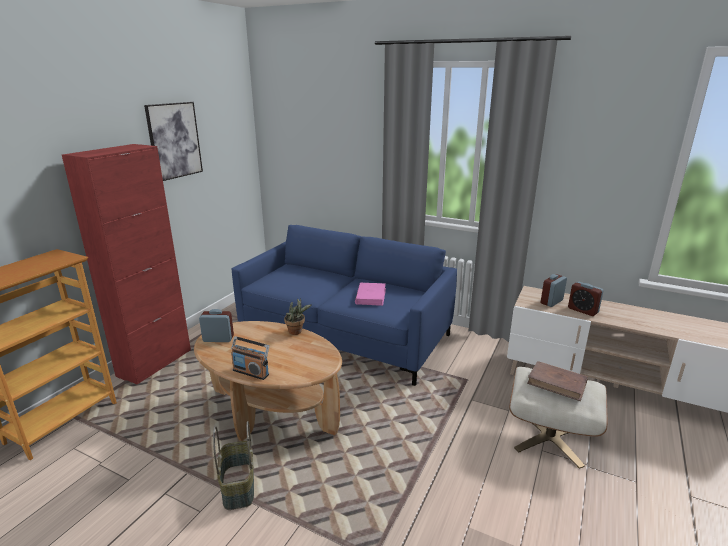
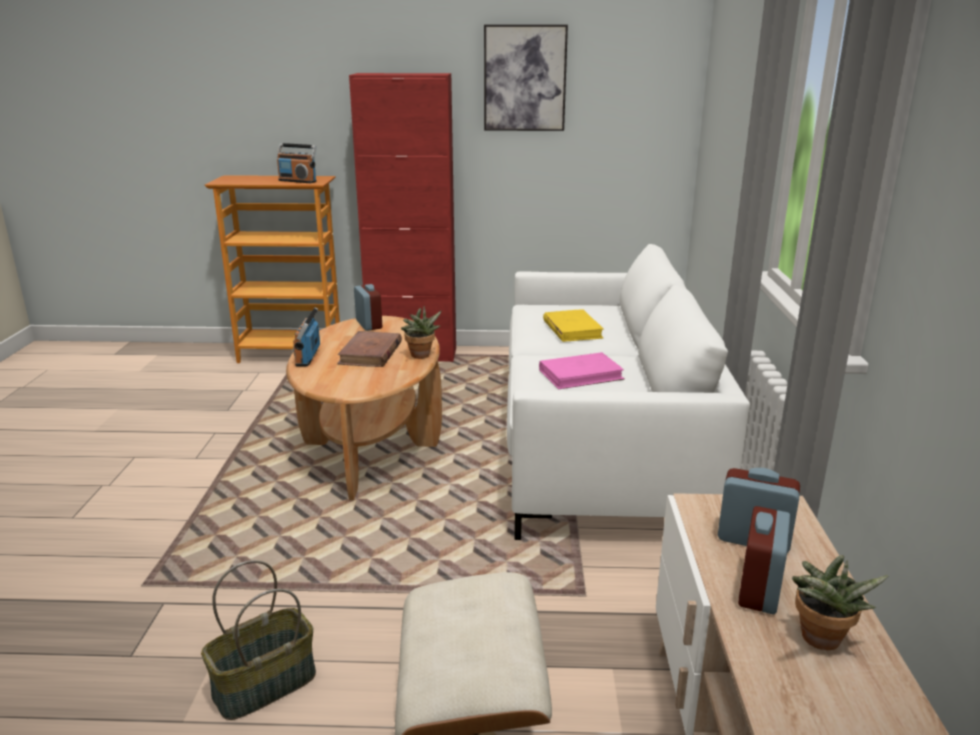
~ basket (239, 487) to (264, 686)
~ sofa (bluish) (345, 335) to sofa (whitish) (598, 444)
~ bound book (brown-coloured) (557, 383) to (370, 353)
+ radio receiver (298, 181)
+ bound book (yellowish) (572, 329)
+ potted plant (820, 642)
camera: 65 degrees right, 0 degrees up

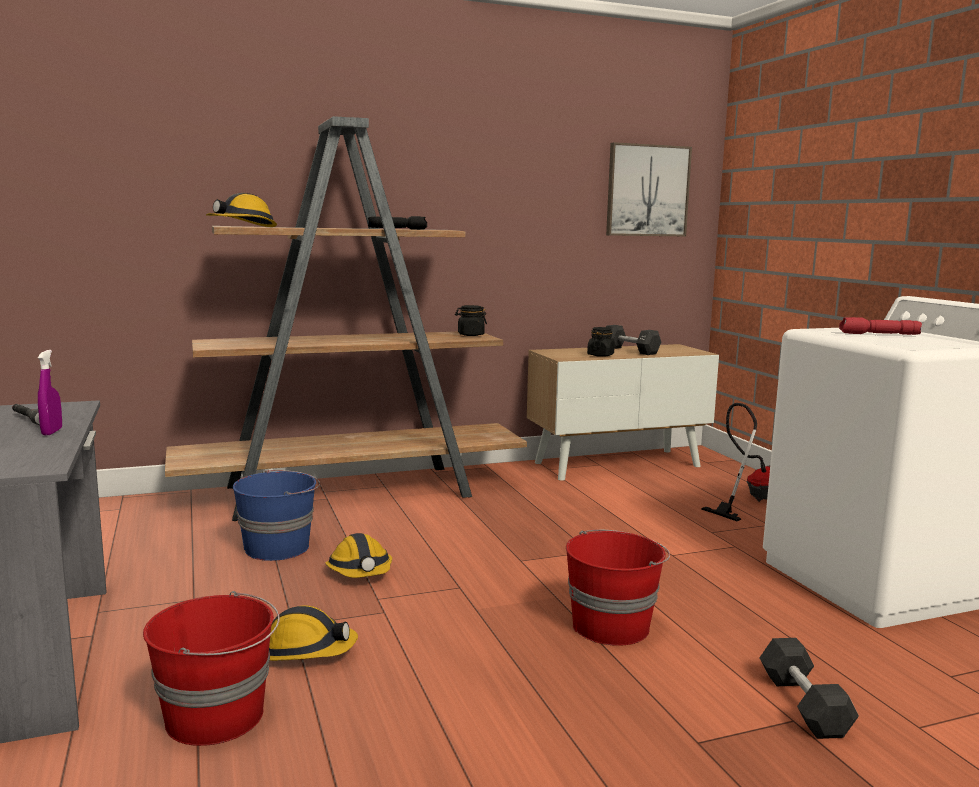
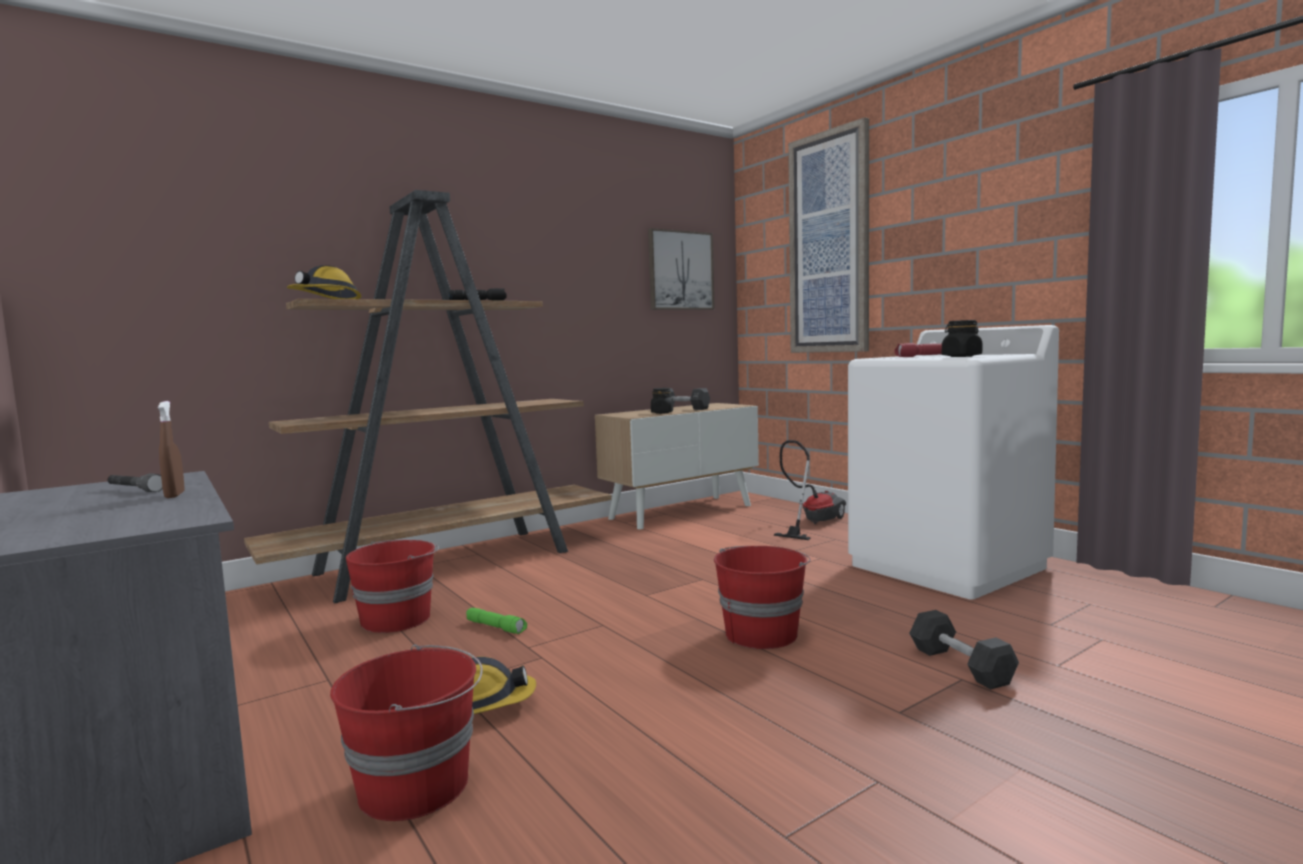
~ hand sprayer (purplish) (52, 432) to hand sprayer (brown-coloured) (174, 495)
~ pail (bluish) (278, 547) to pail (red-coloured) (398, 619)
~ hard hat (360, 572) to torch (green) (496, 627)
~ storage jar (black) (470, 335) to (961, 356)
+ wall art (829, 243)
camera: 15 degrees left, 5 degrees down

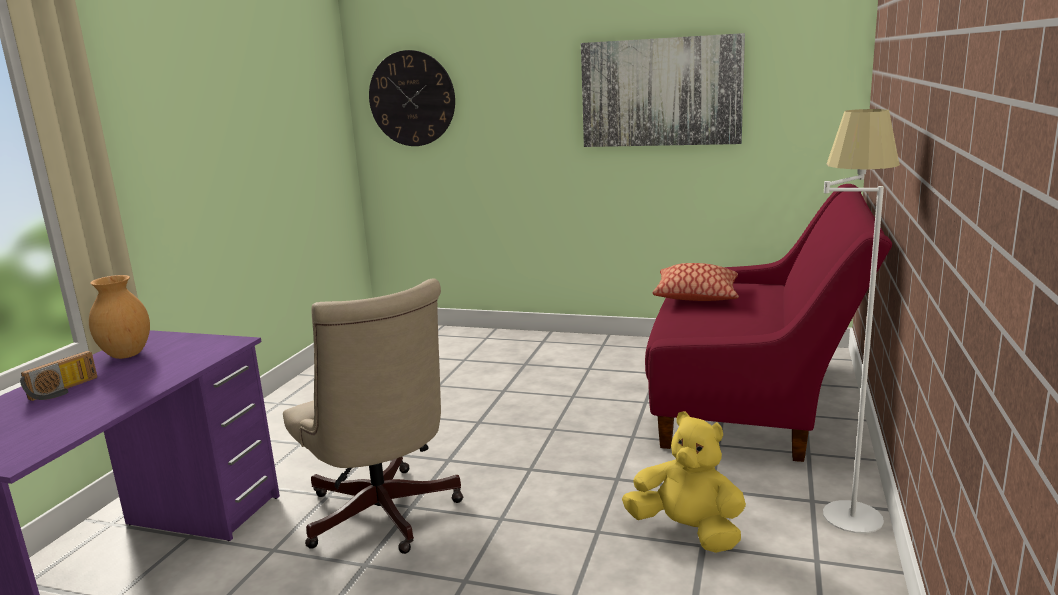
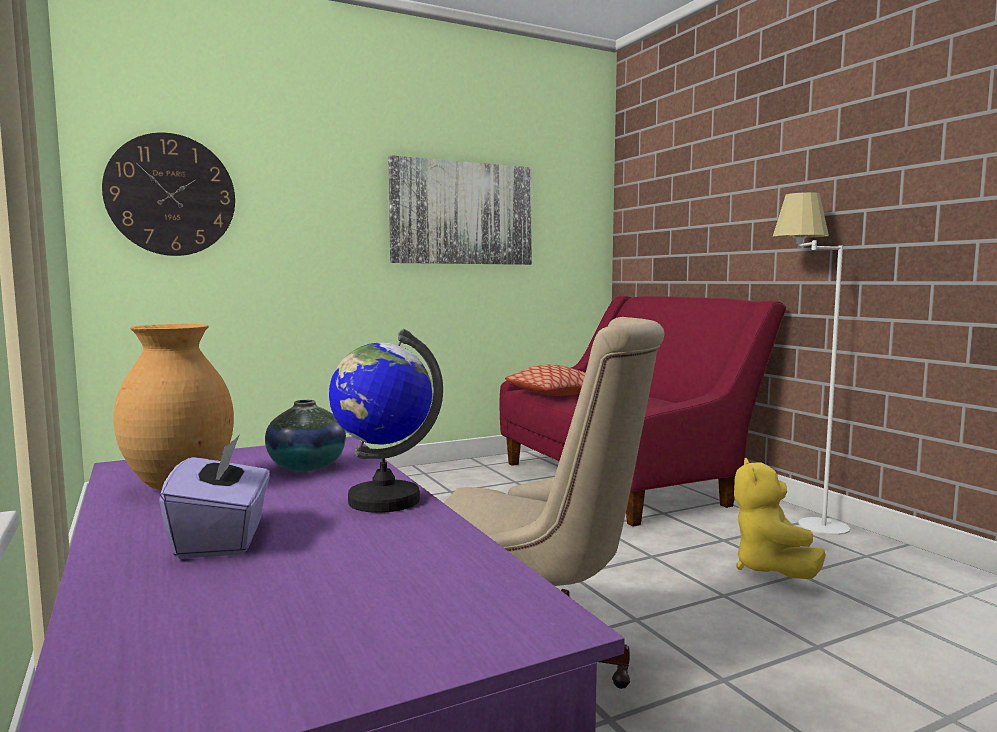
~ radio receiver (64, 390) to tissue holder (purplish) (223, 538)
~ soft toy (yellowish) (687, 531) = (771, 569) 75 degrees counterclockwise
+ vase (307, 467)
+ world globe (383, 500)
camera: 45 degrees left, 10 degrees down

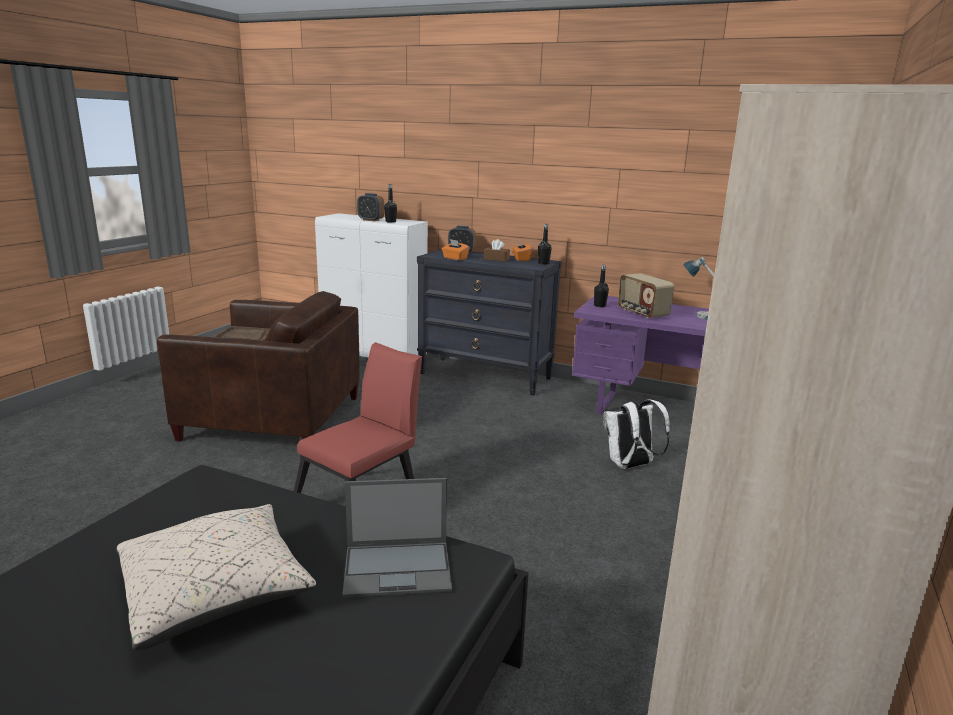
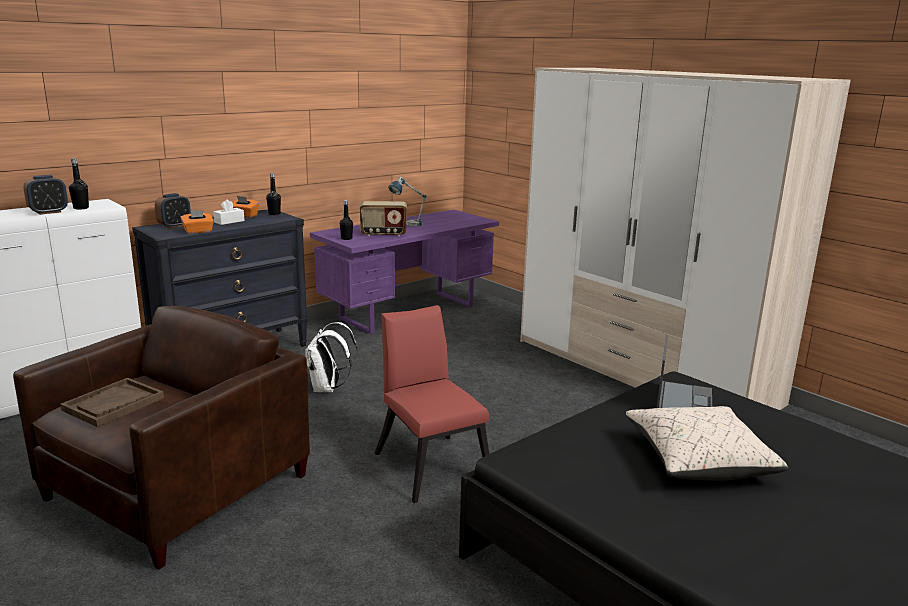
~ tissue holder (brown-coloured) (496, 259) to tissue holder (whitish) (229, 221)
~ backpack (whitish) (630, 466) to (328, 388)
camera: 65 degrees left, 0 degrees up

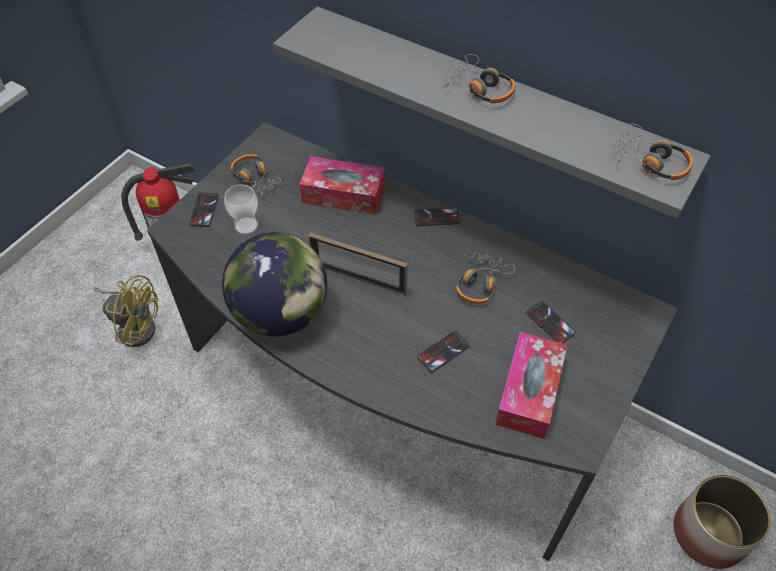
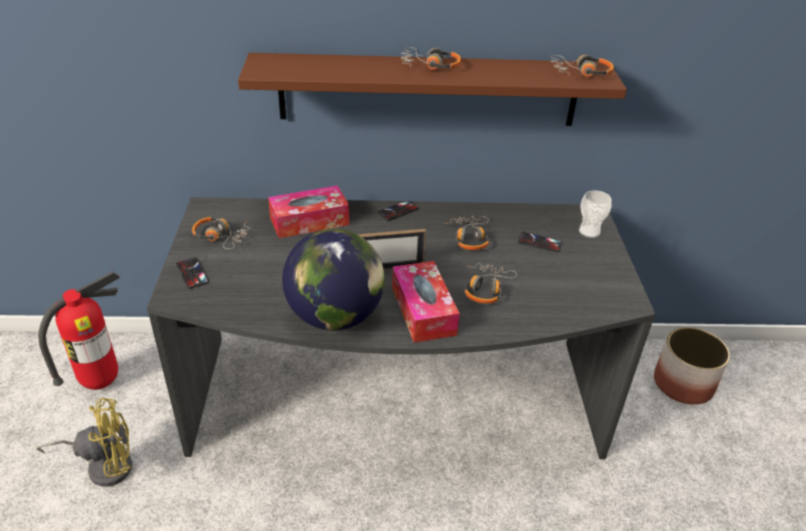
~ cup (246, 226) to (589, 231)
~ wall shelf (grey) (491, 107) to wall shelf (brown-coloured) (428, 90)
~ phone (443, 351) to pair of headphones (486, 288)
~ tissue holder (529, 392) to (423, 311)
camera: 35 degrees left, 15 degrees down

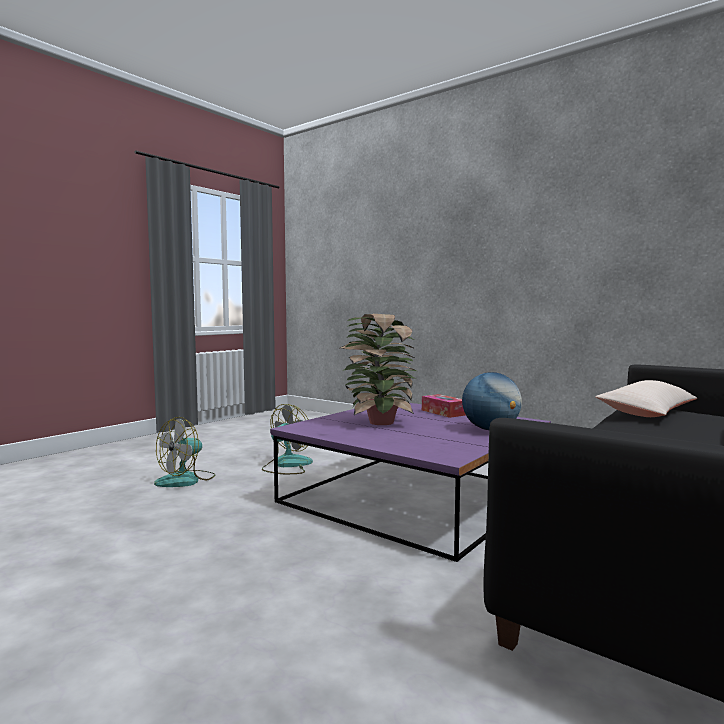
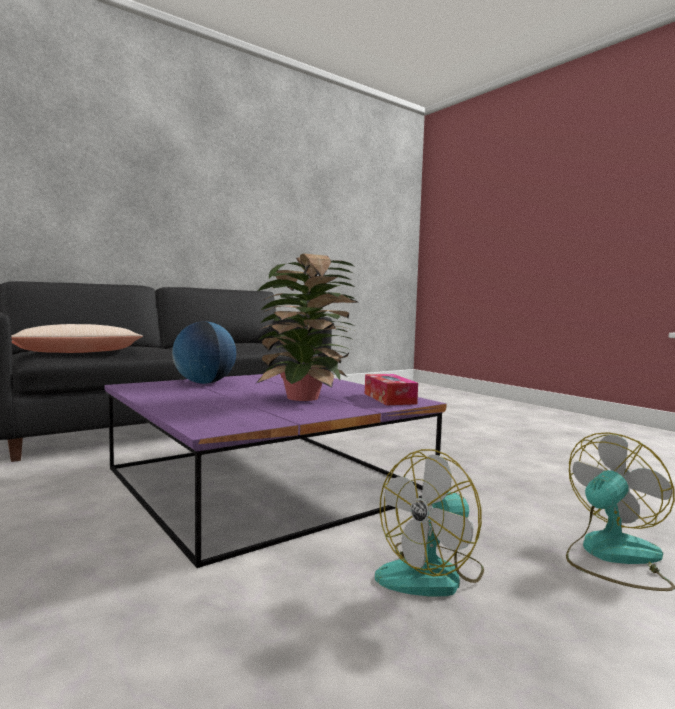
~ tissue holder (443, 412) to (389, 398)
camera: 165 degrees left, 0 degrees up

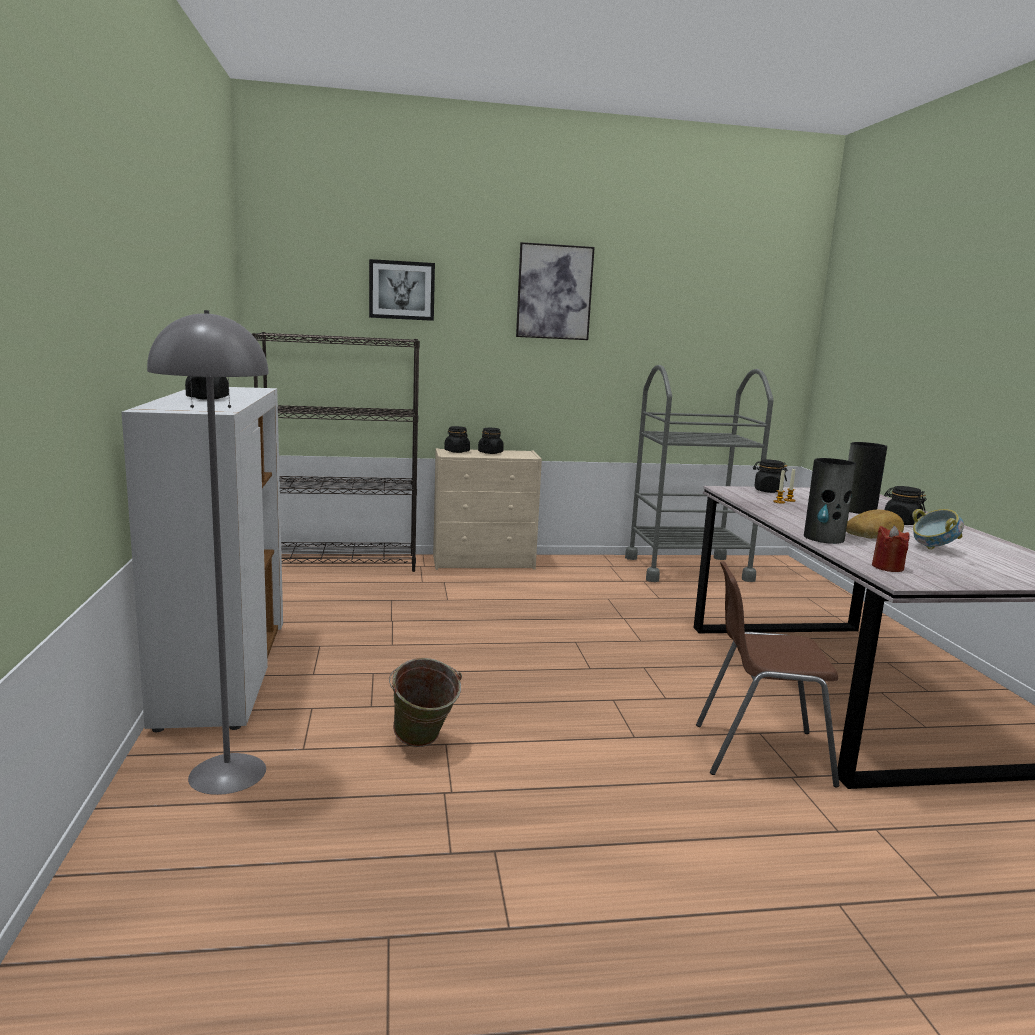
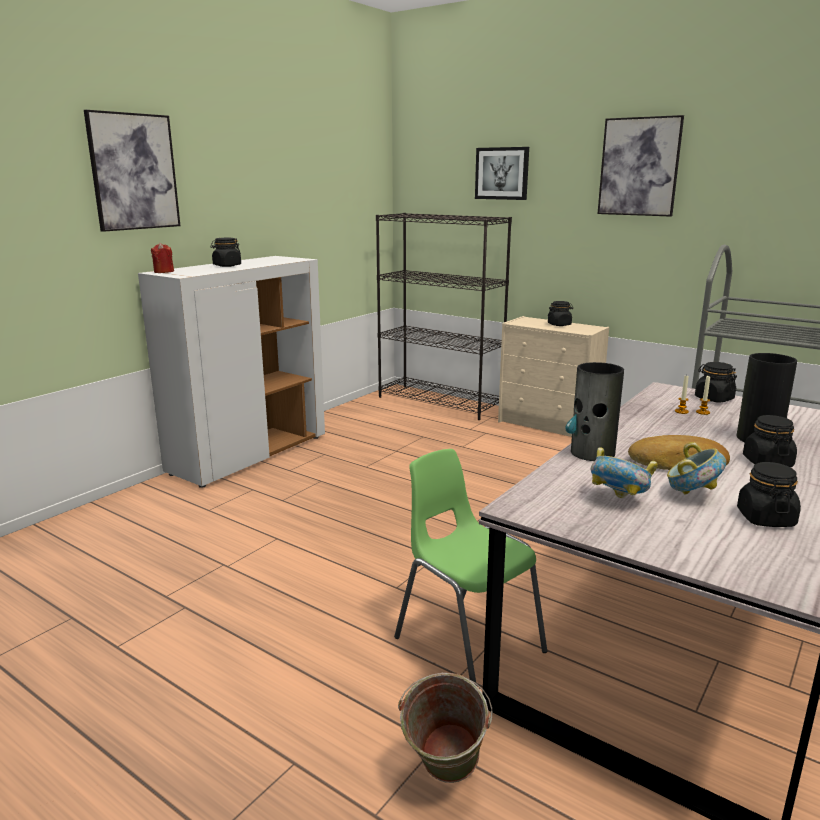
- standing lamp (grey) (228, 772)
~ pail (green) (422, 745) to (444, 778)
~ storage jar (black) (456, 451) to (765, 518)
~ chair (brown-coloured) (760, 753) to chair (green) (467, 644)
~ wax candle (red-coloured) (887, 567) to (164, 271)
+ wall art (133, 172)
+ bowl (618, 500)
camera: 45 degrees right, 5 degrees up

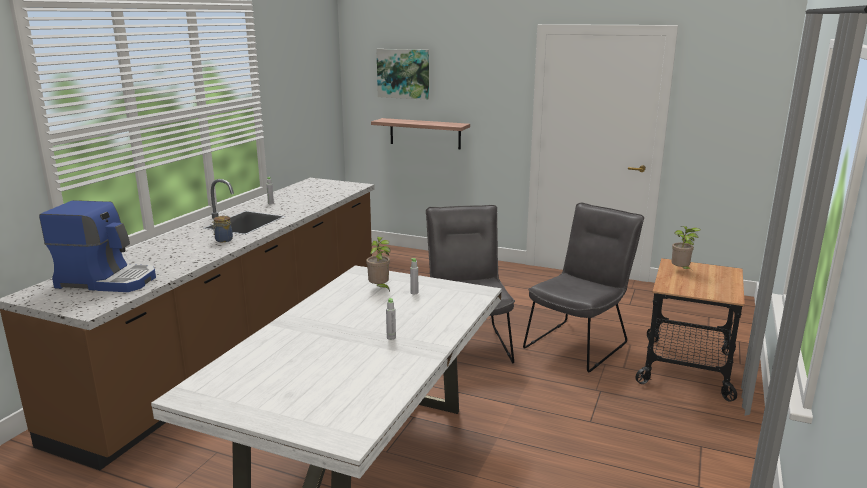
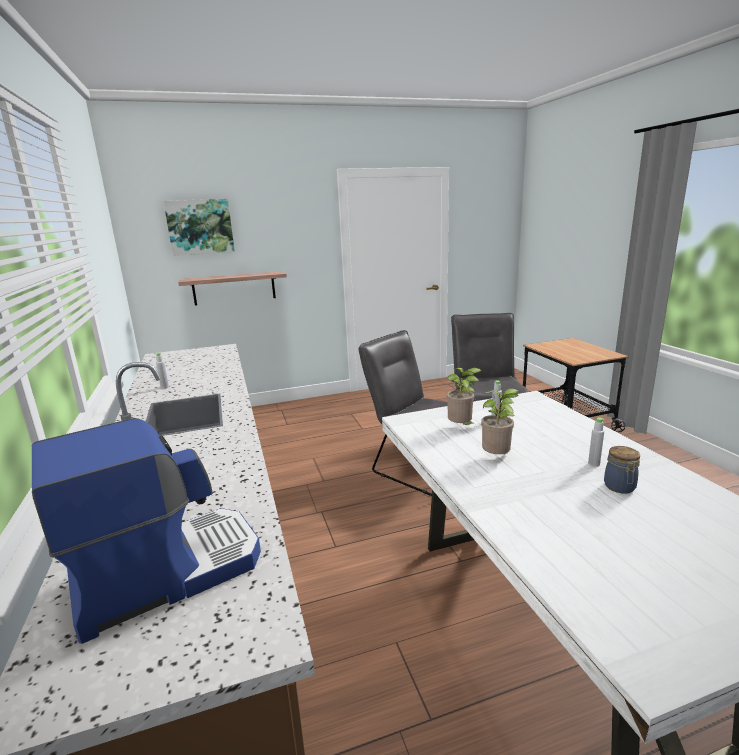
~ storage jar (223, 240) to (620, 487)
~ potted plant (681, 271) to (497, 458)
camera: 40 degrees left, 0 degrees up

